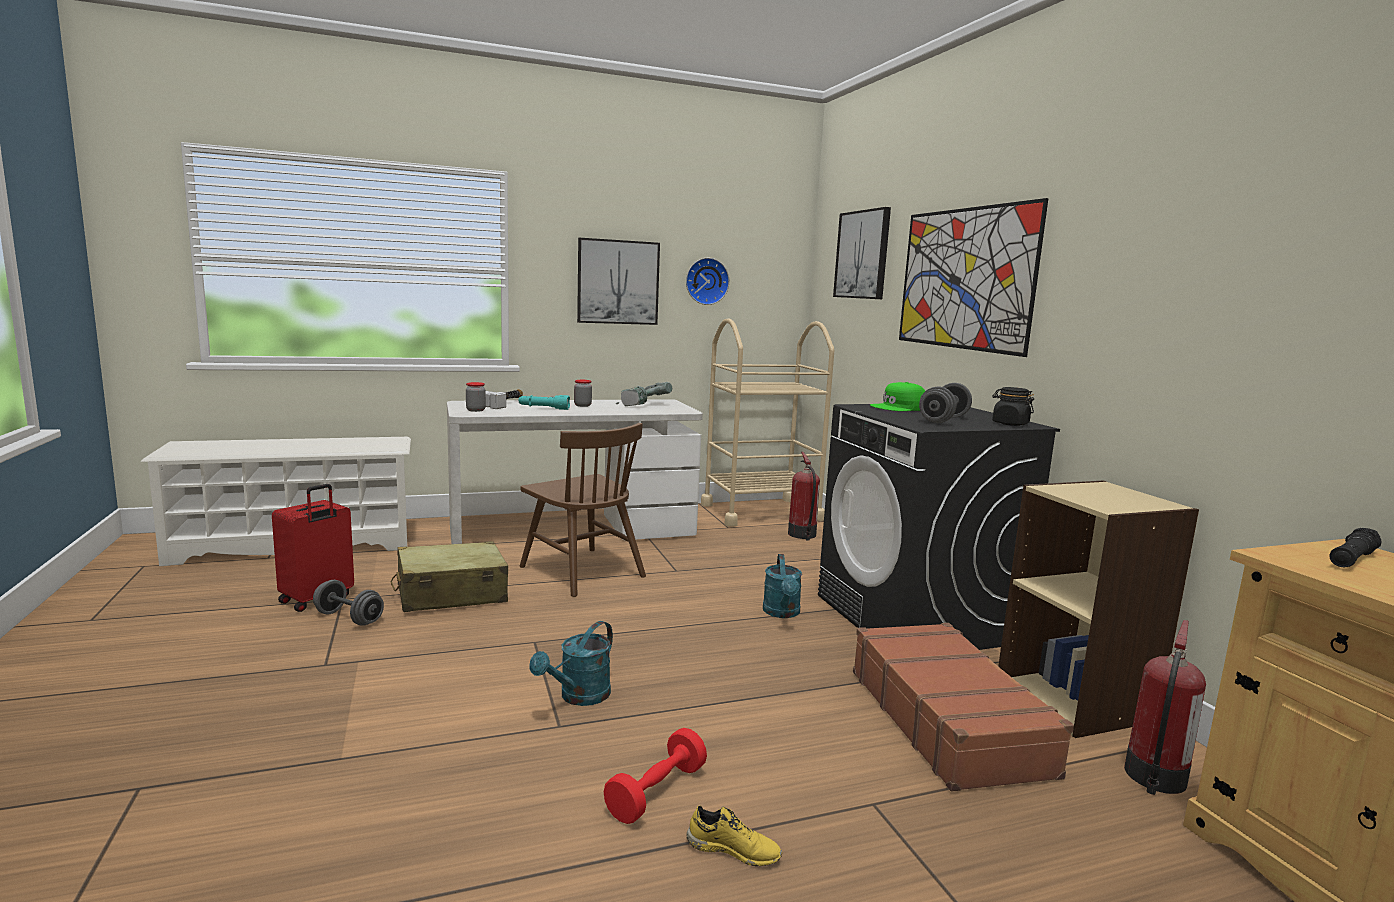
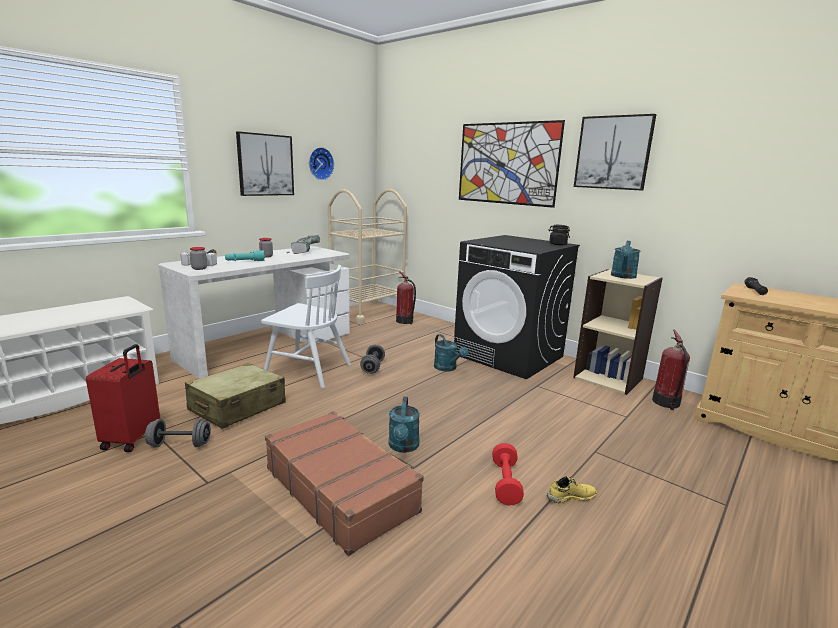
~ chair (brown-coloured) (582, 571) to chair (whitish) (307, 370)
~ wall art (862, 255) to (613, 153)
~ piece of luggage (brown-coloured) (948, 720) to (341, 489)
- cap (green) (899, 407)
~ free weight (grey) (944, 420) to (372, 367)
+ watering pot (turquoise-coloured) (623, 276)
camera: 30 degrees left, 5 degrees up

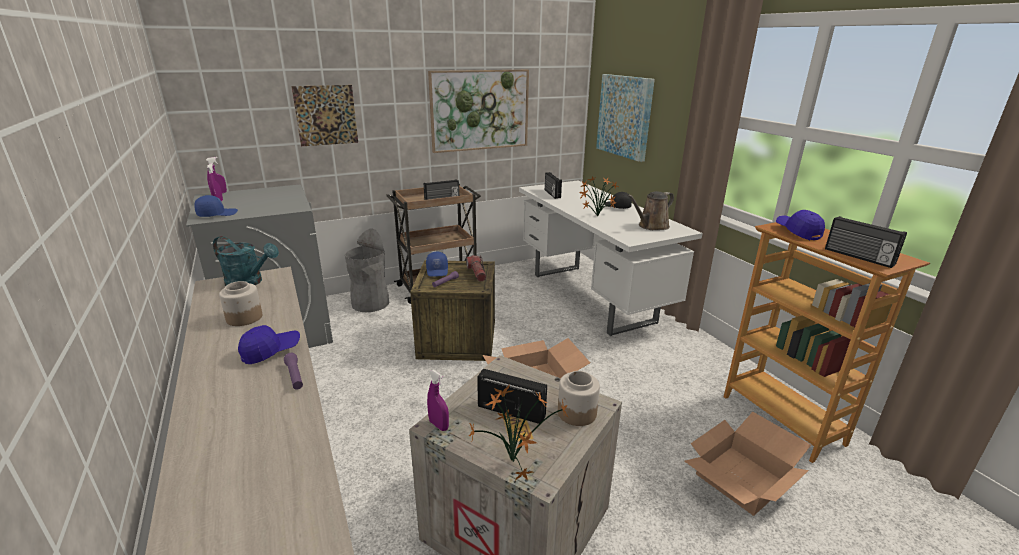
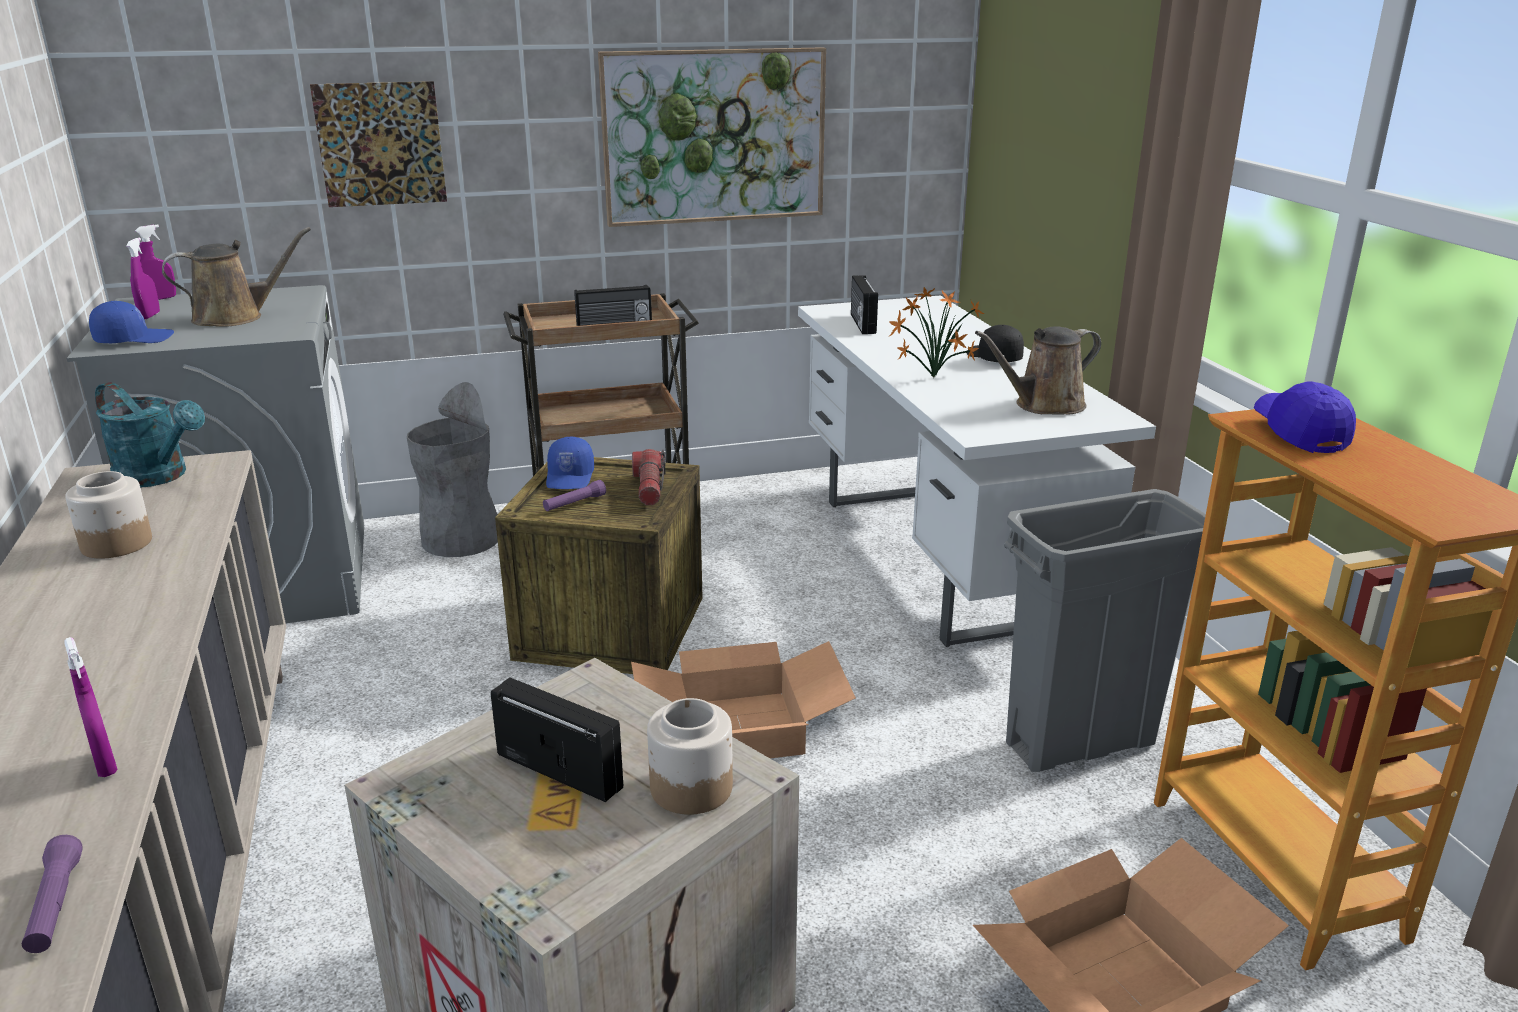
- cap (bluish) (271, 351)
~ torch (purplish) (295, 376) to (55, 906)
~ hand sprayer (purplish) (438, 425) to (105, 765)
- potted plant (512, 460)
- wall art (624, 116)
- radio receiver (858, 257)
+ watering pot (brown-coloured) (235, 317)
+ rubbish bin (grey) (1079, 744)
camera: 10 degrees right, 0 degrees up

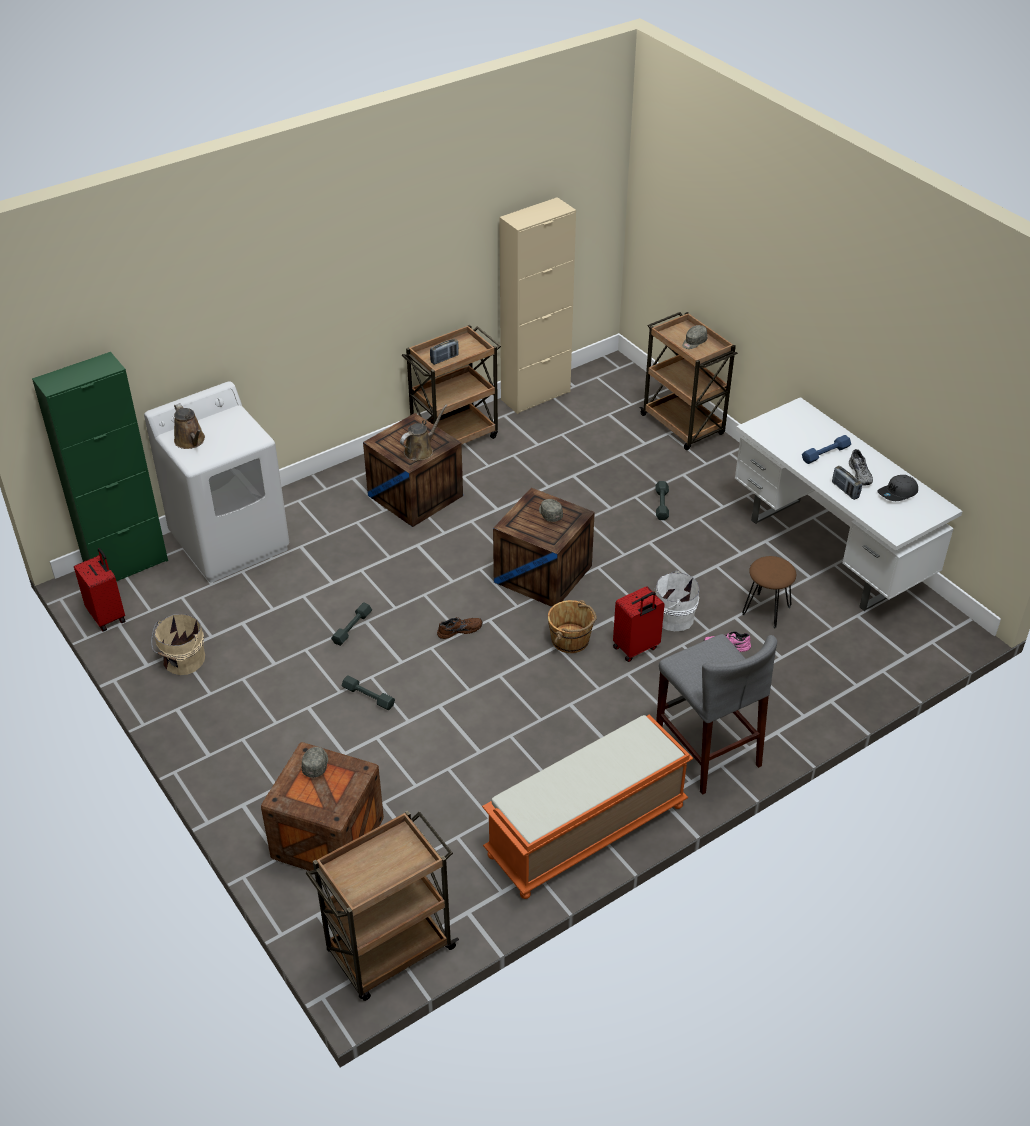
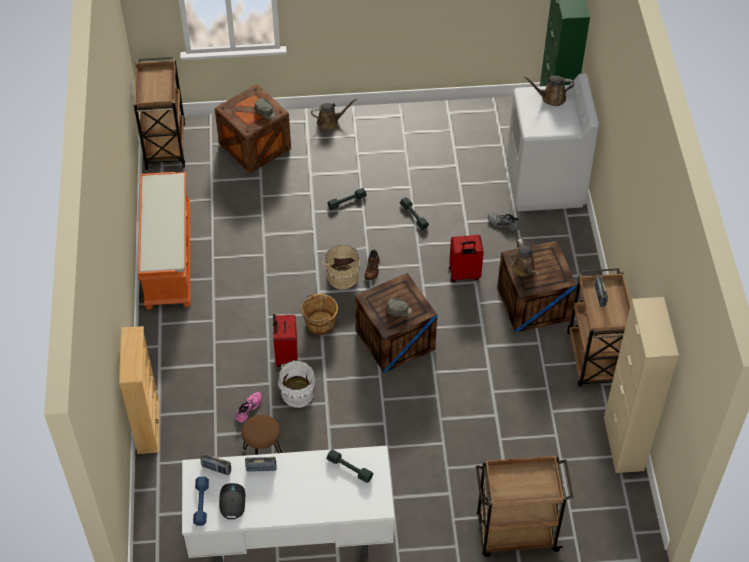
~ piece of luggage (red-coloured) (108, 616) to (464, 275)
~ pail (sand-coloured) (183, 661) to (342, 276)
~ free weight (grey) (662, 504) to (349, 468)
- stool (grey) (707, 751)
- cap (grey) (694, 342)
~ free weight (bluish) (825, 453) to (201, 503)
~ item of footwear (grey) (861, 474) to (503, 224)
+ shelving unit (sand-coloured) (148, 425)
+ radio receiver (216, 469)
+ watering pot (brown-coloured) (330, 122)
camera: 120 degrees right, 10 degrees up

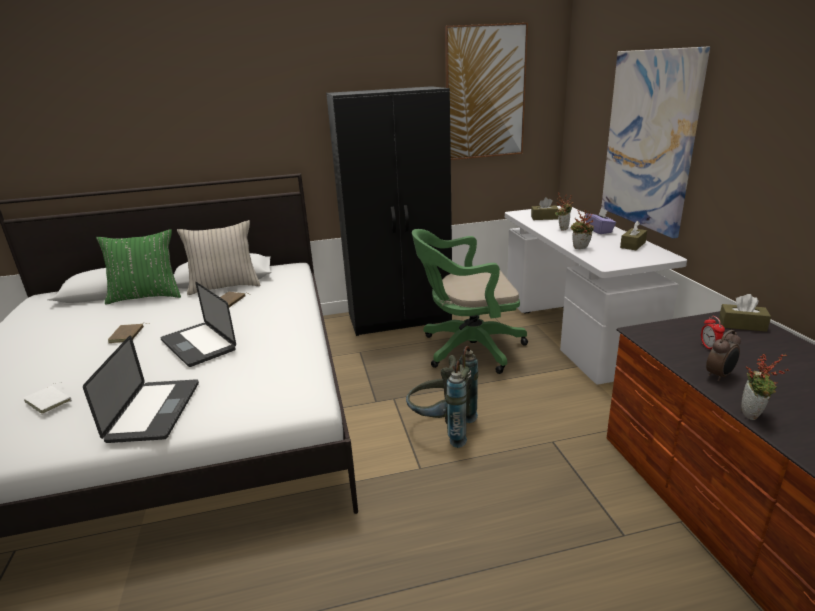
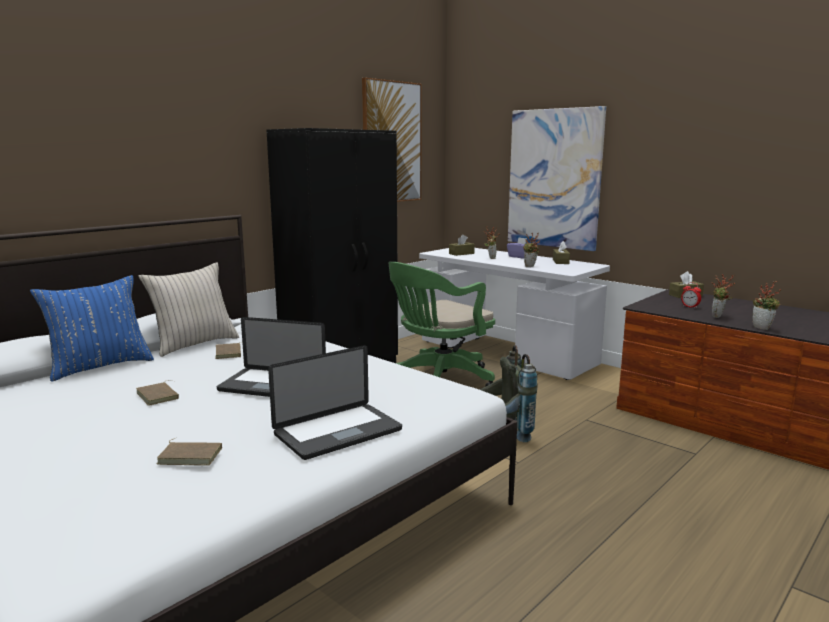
~ bound book (whitish) (50, 401) to bound book (brown-coloured) (191, 455)
~ notebook computer (154, 411) = (338, 432) 90 degrees clockwise
~ cushion (green) (146, 296) to cushion (bluish) (99, 367)
~ alarm clock (720, 376) to potted plant (718, 317)
camera: 35 degrees left, 10 degrees down

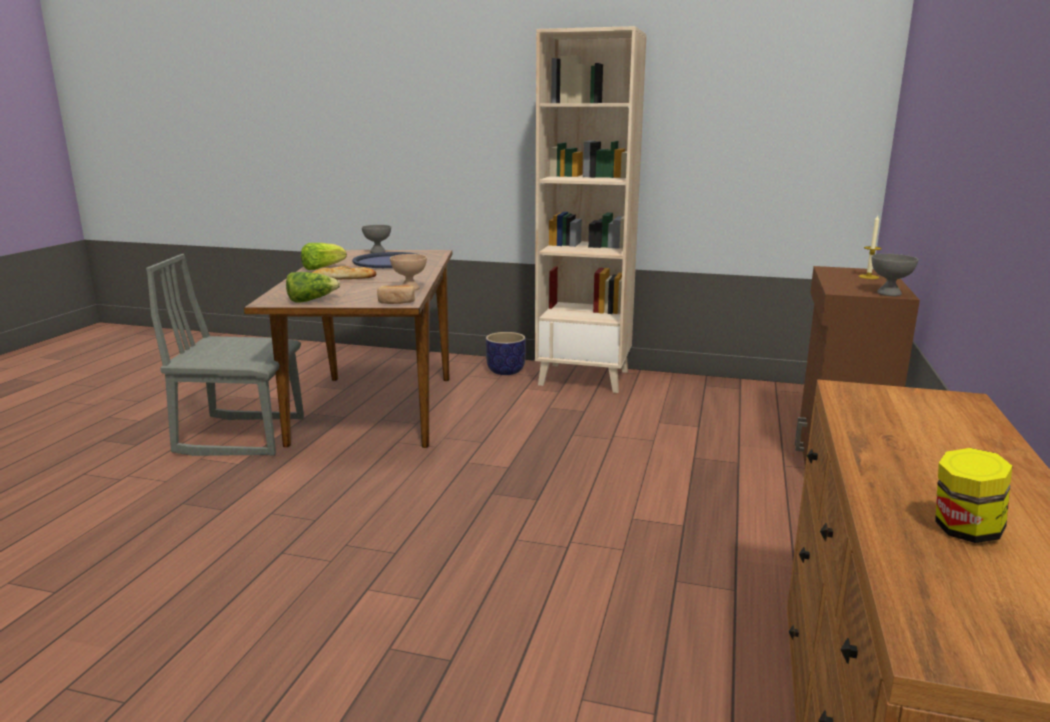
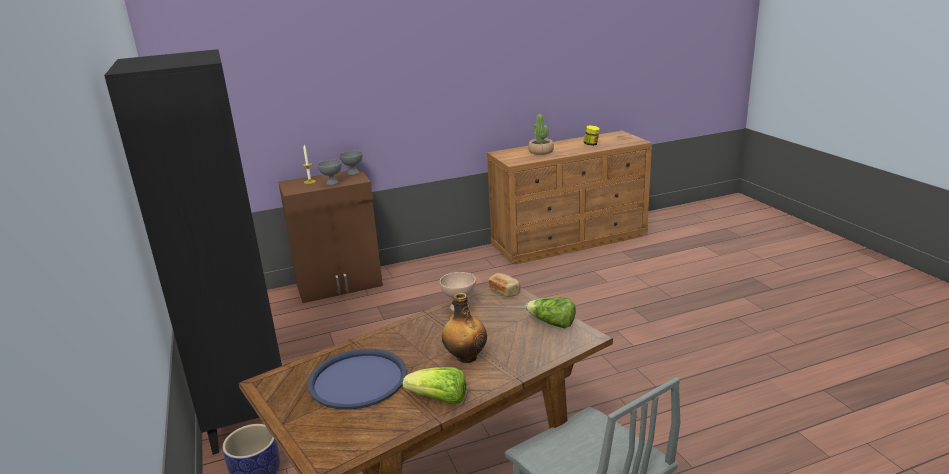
~ bakery bread (343, 278) to beverage bottle (465, 357)
~ bowl (grey) (377, 252) to (332, 183)
~ shelving unit (sand-coloured) (585, 378) to shelving unit (black) (248, 416)
+ potted plant (541, 152)
camera: 125 degrees left, 5 degrees up

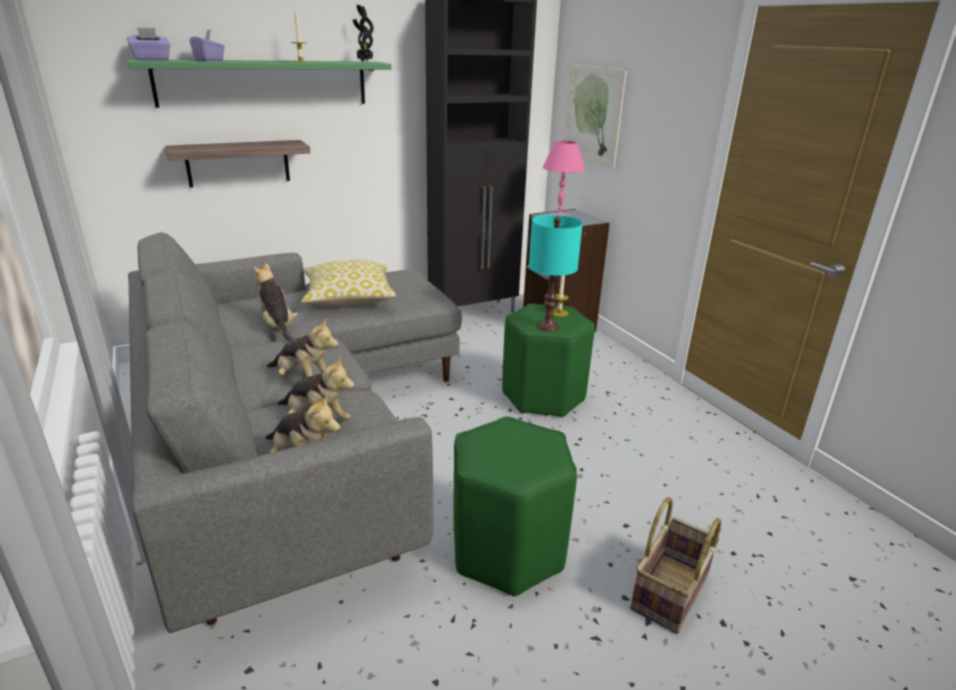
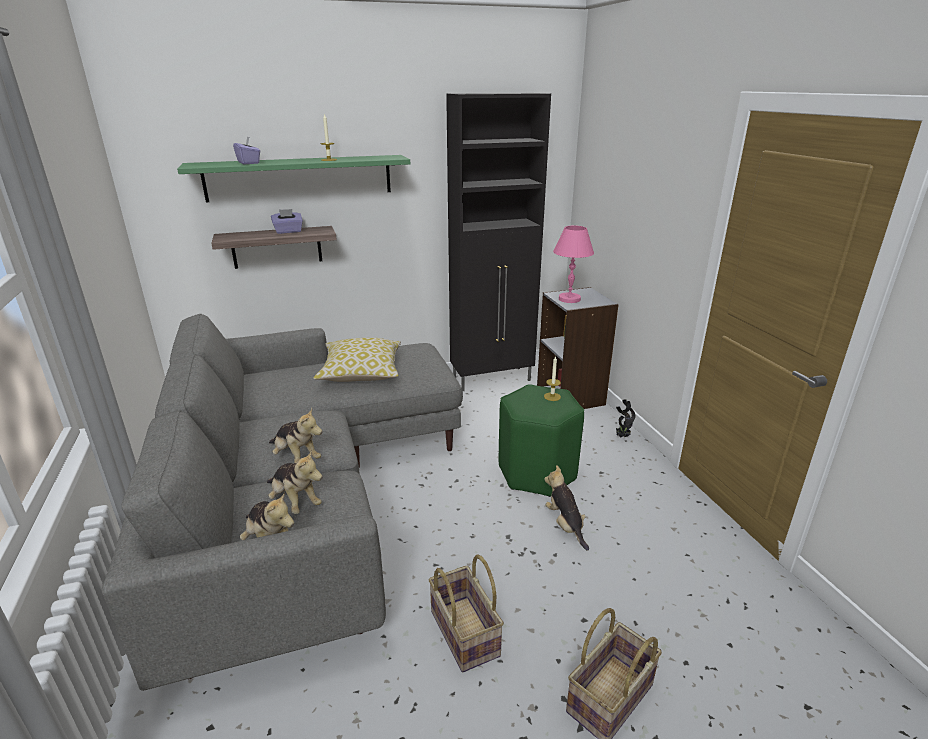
~ tissue holder (purplish) (152, 59) to (288, 231)
~ soft toy (278, 326) to (565, 525)
~ potted plant (364, 62) to (621, 437)
~ stool (green) (506, 549) to basket (463, 633)
- table lamp (turquoise-coloured) (547, 326)
- wall art (592, 114)
camera: 10 degrees right, 0 degrees up

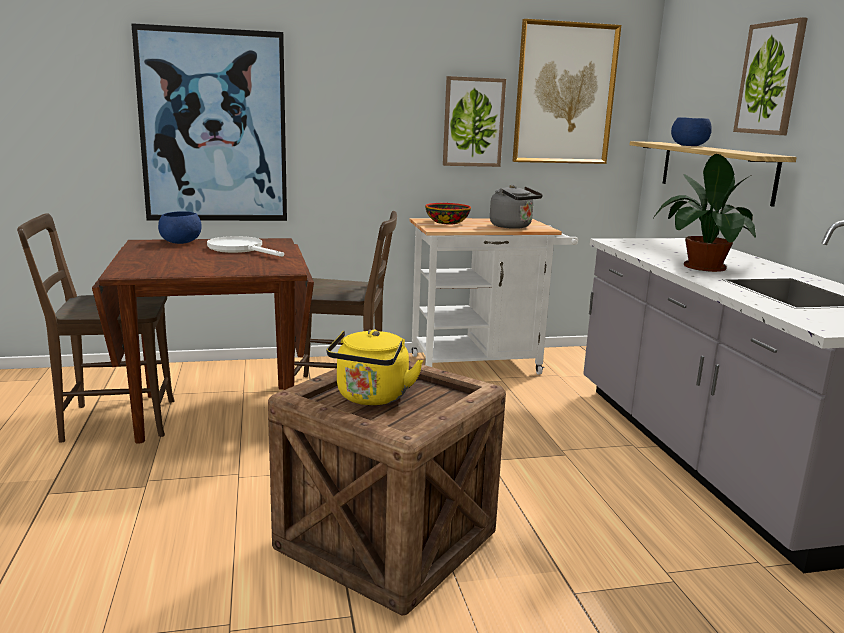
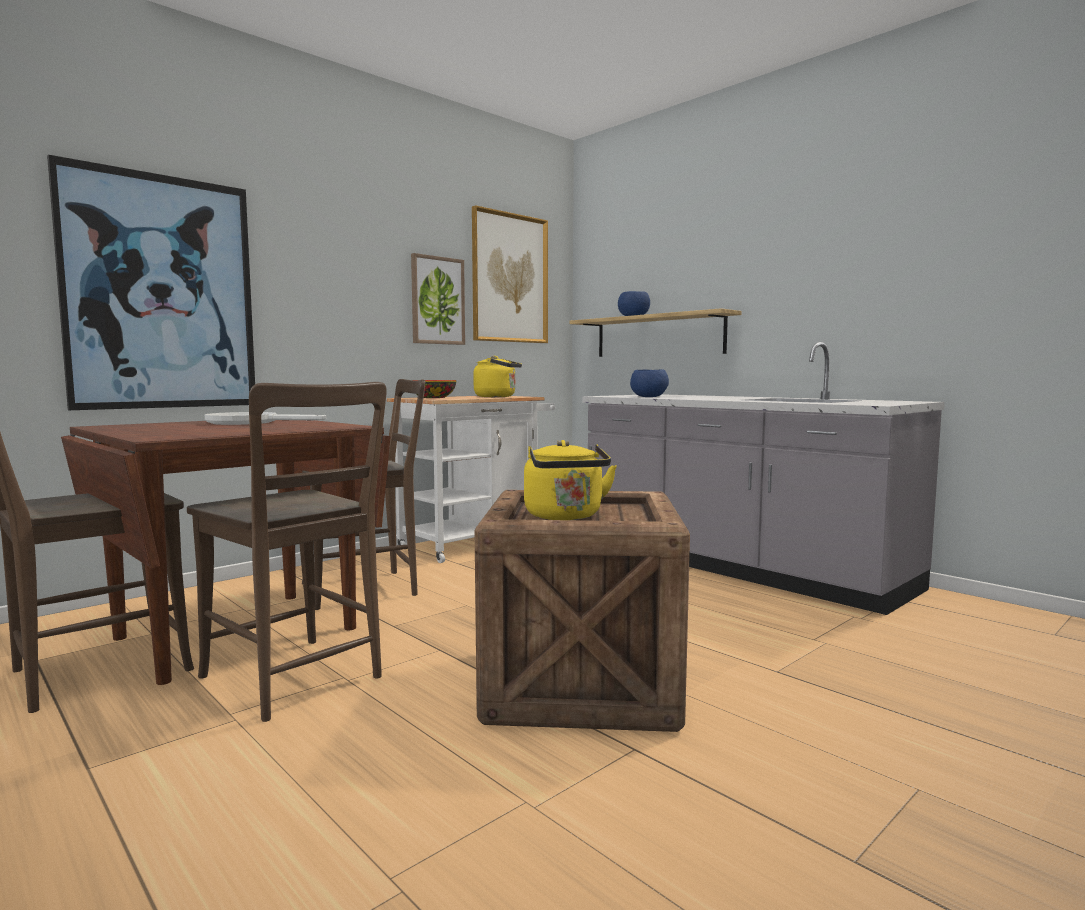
~ bowl (bluish) (180, 242) to (648, 397)
~ kettle (grey) (513, 227) to kettle (yellowish) (498, 397)
- potted plant (701, 267)
- wall art (770, 78)
+ chair (brown-coloured) (296, 680)
camera: 30 degrees left, 10 degrees down

